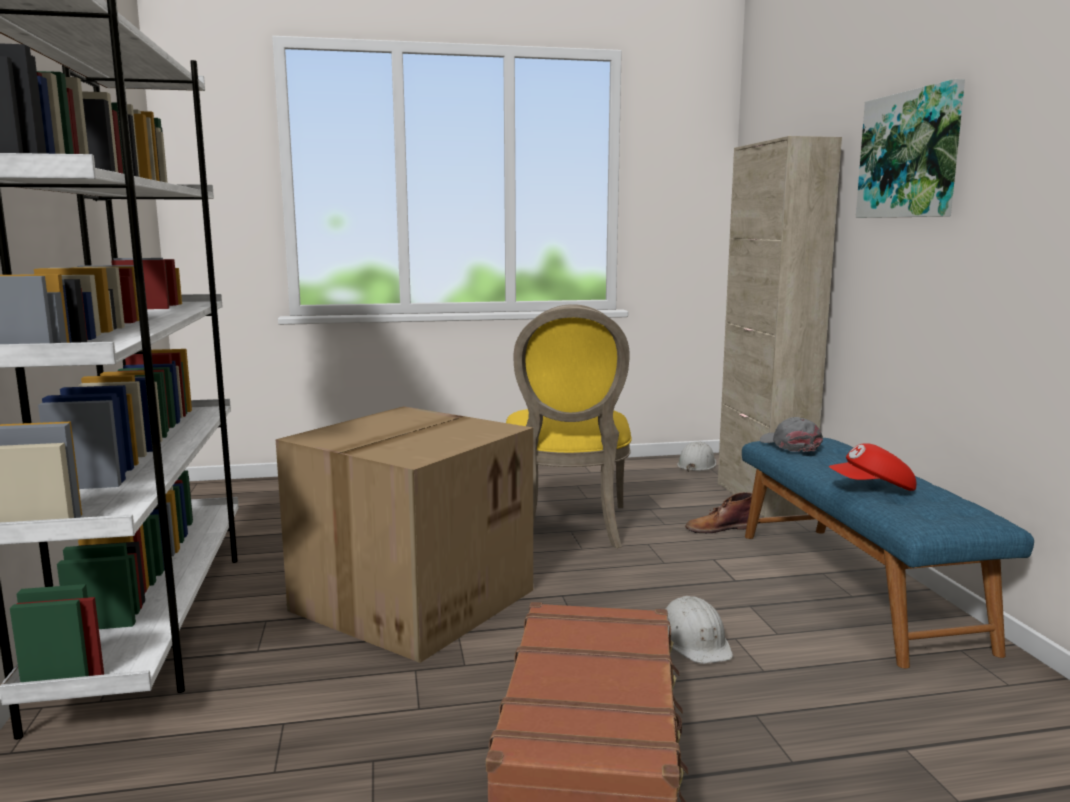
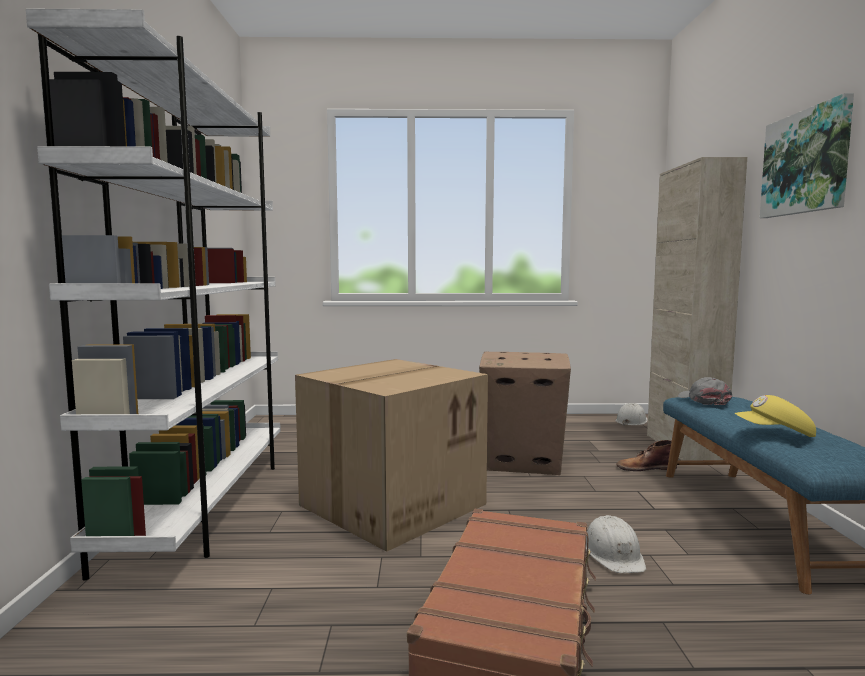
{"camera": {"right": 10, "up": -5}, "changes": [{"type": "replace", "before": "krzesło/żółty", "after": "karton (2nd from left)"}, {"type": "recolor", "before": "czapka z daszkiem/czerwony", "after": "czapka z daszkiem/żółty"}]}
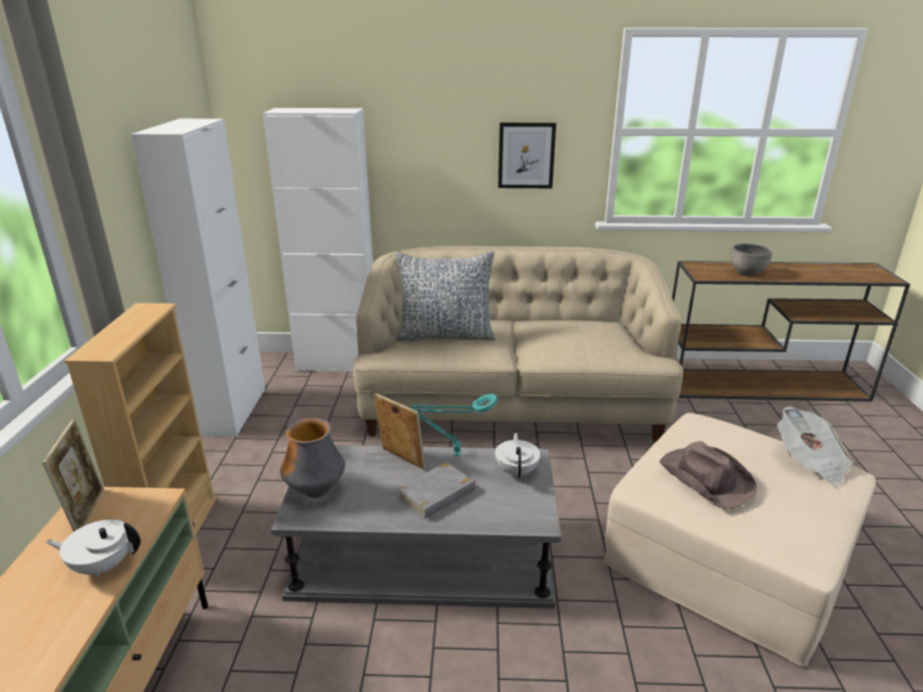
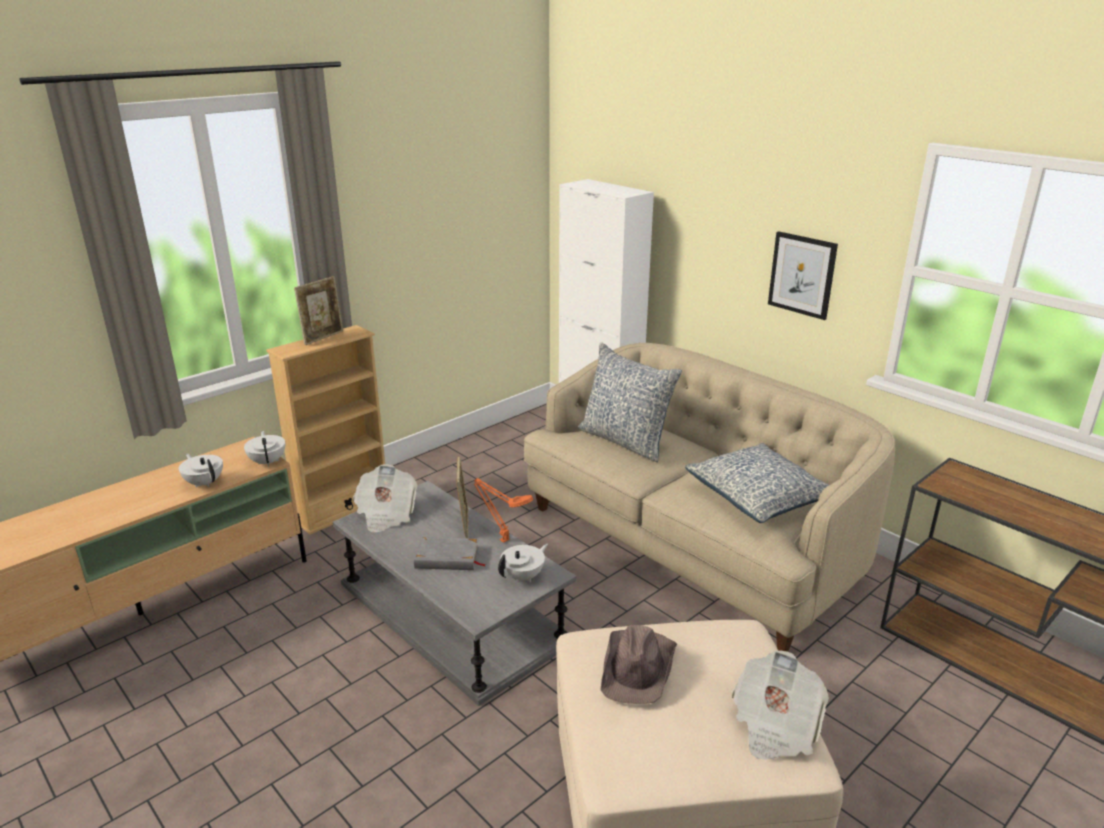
{"camera": {"right": 45, "up": 0}, "changes": [{"type": "delete", "before": "szafka/biały (1st from left)"}, {"type": "delete", "before": "miska/szary"}, {"type": "recolor", "before": "lampa stołowa/turkusowy", "after": "lampa stołowa/pomarańczowy"}, {"type": "replace", "before": "wazon", "after": "gazeta (1st from left)"}, {"type": "move", "before": "ramka na zdjęcie (1st from left)"}, {"type": "insert", "after": "imbryk/biały (2nd from left)"}, {"type": "insert", "after": "poduszka (2nd from left)"}]}
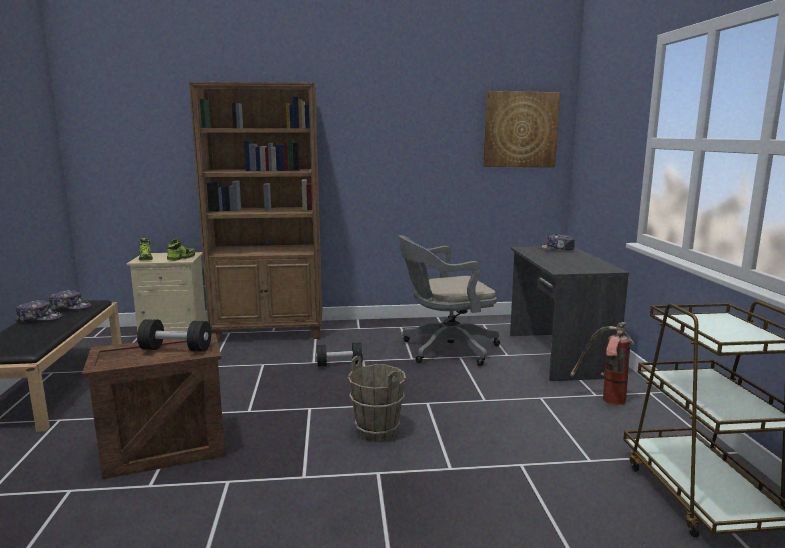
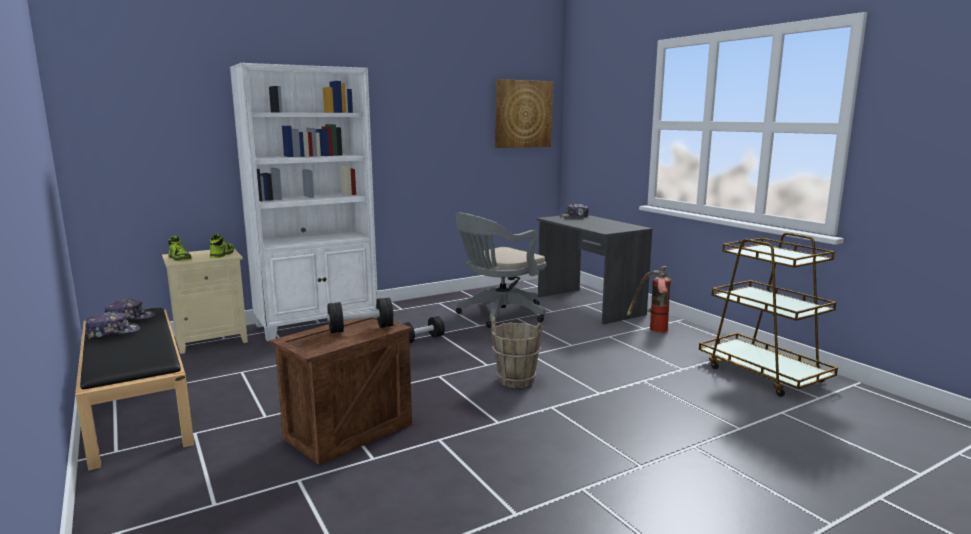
{"camera": {"right": -25, "up": 0}, "changes": [{"type": "recolor", "before": "regał/brązowy", "after": "regał/biały"}]}
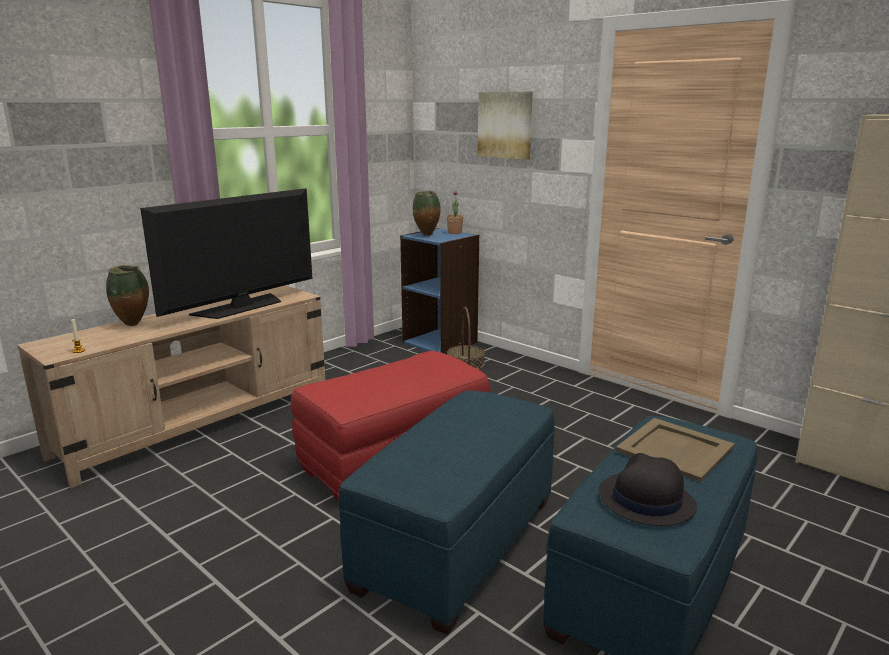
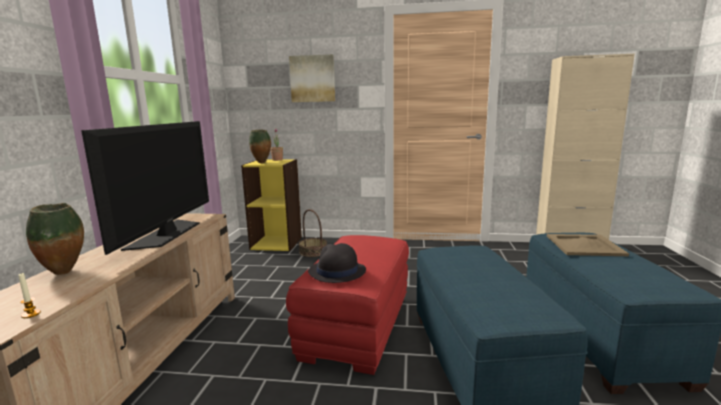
{"camera": {"right": -35, "up": -5}, "changes": [{"type": "recolor", "before": "regał/niebieski", "after": "regał/żółty"}, {"type": "move", "before": "kapelusz/czarny"}]}
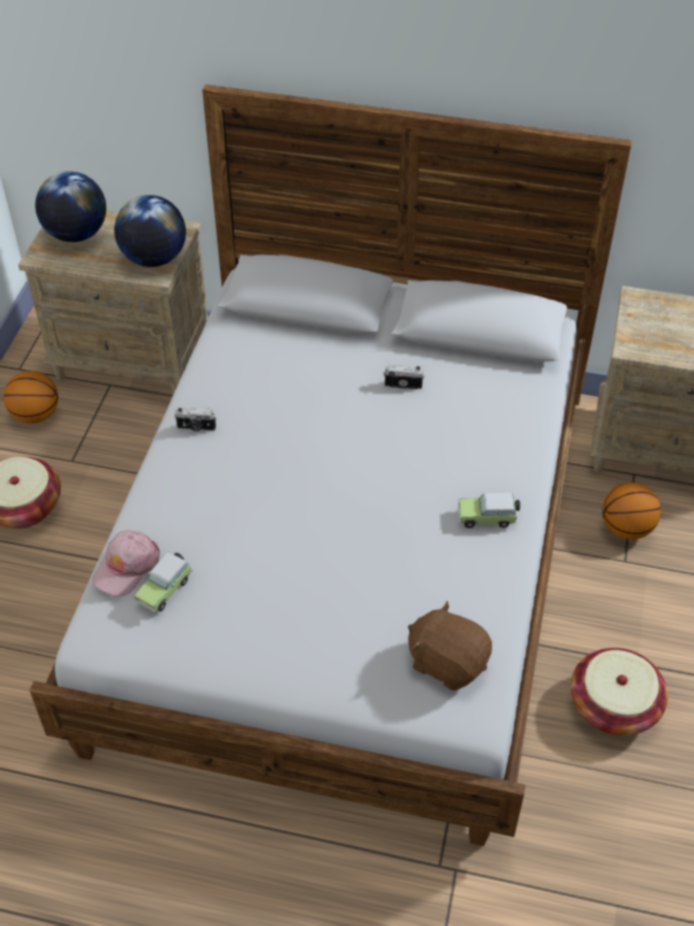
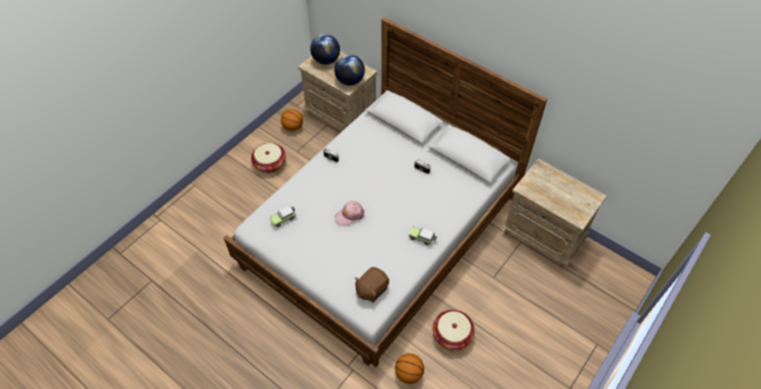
{"camera": {"right": 25, "up": 5}, "changes": [{"type": "move", "before": "piłka do koszykówki (2nd from left)"}, {"type": "move", "before": "czapka z daszkiem/różowy"}, {"type": "rotate", "before": "pluszak/brązowy", "turn": -105}]}
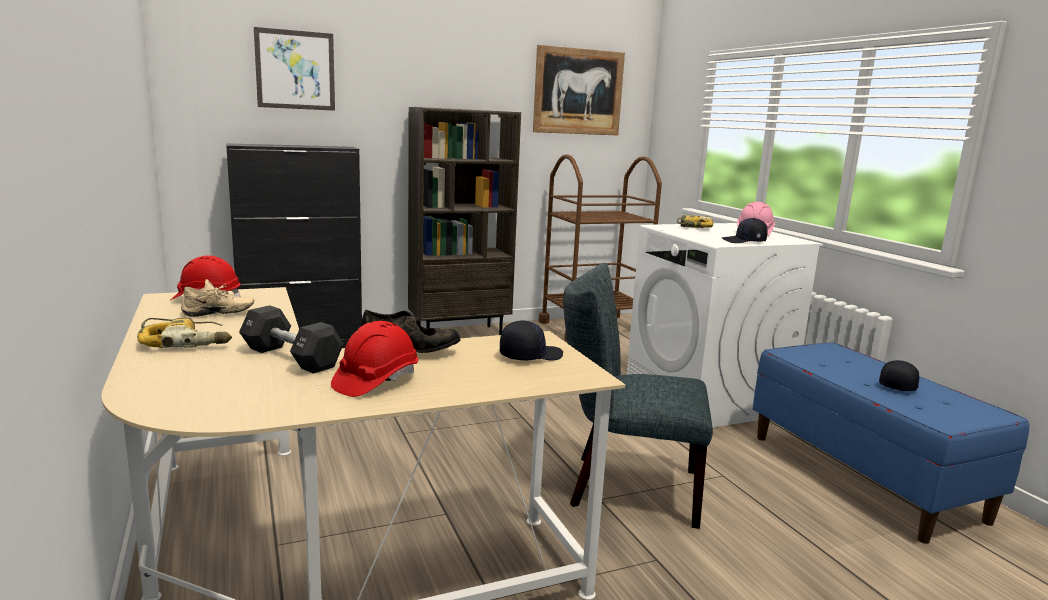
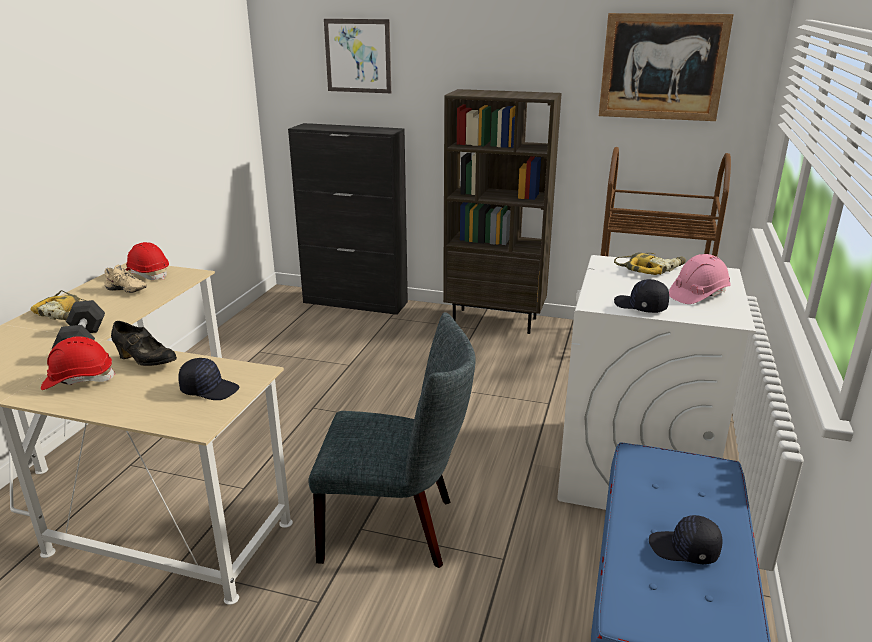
{"camera": {"right": 40, "up": 10}, "changes": [{"type": "rotate", "before": "krzesło/szary", "turn": 135}, {"type": "rotate", "before": "czapka z daszkiem/czarny (3rd from left)", "turn": -150}]}
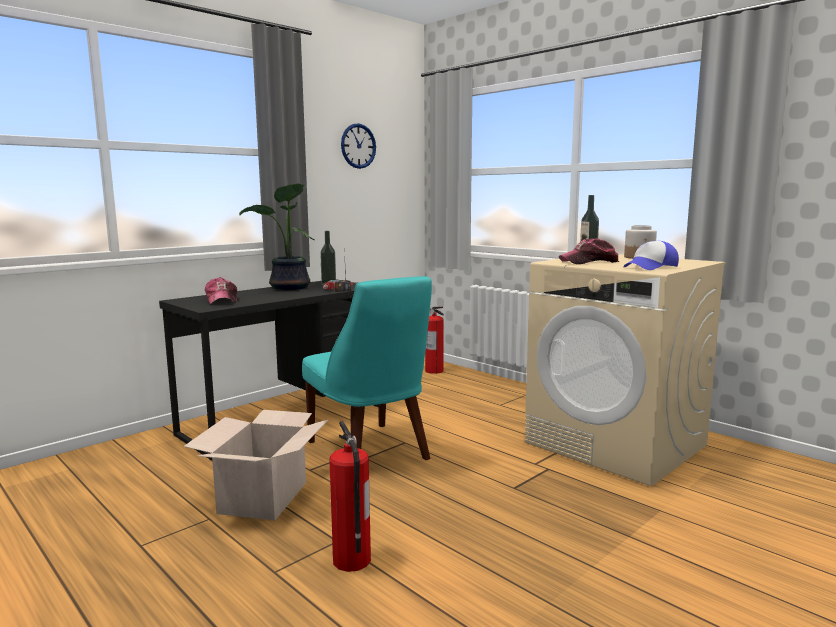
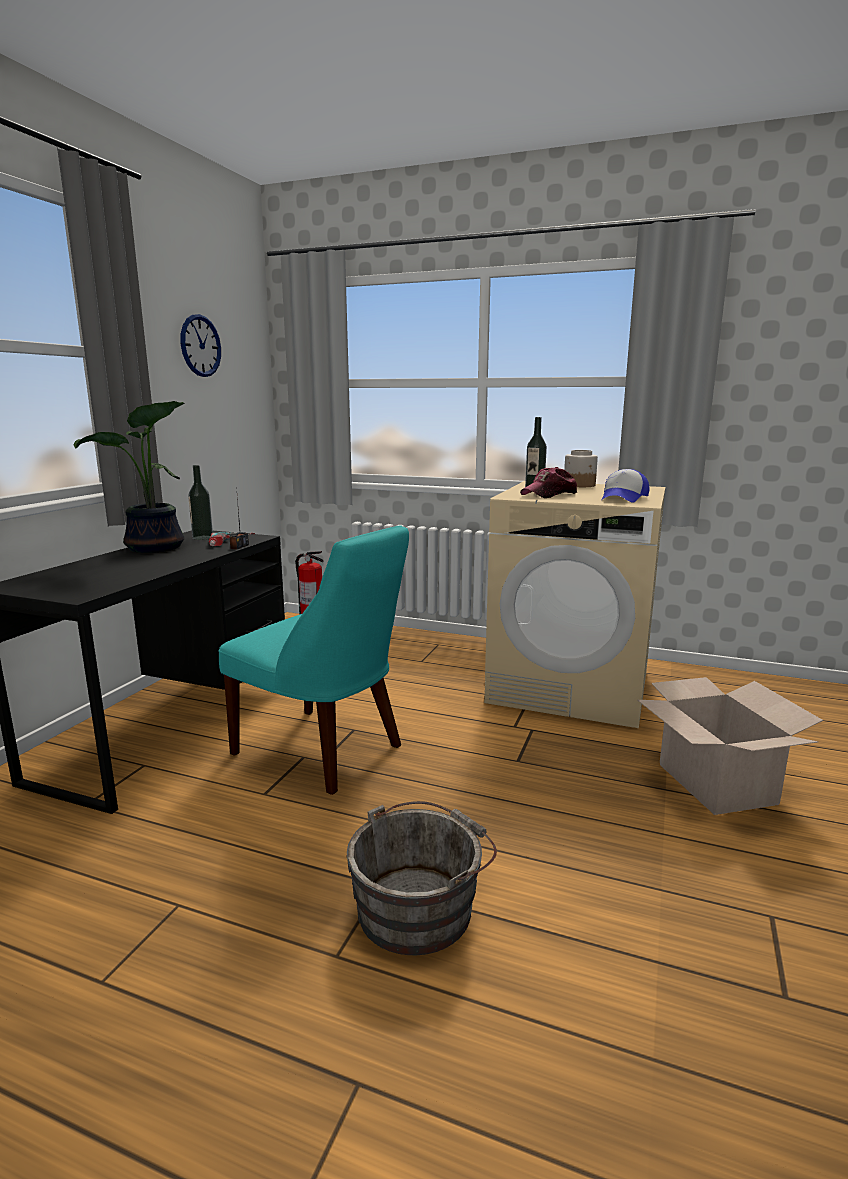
{"camera": {"right": -25, "up": 5}, "changes": [{"type": "delete", "before": "czapka z daszkiem (1st from left)"}, {"type": "move", "before": "karton"}, {"type": "replace", "before": "gaśnica (1st from left)", "after": "wiadro/szary"}]}
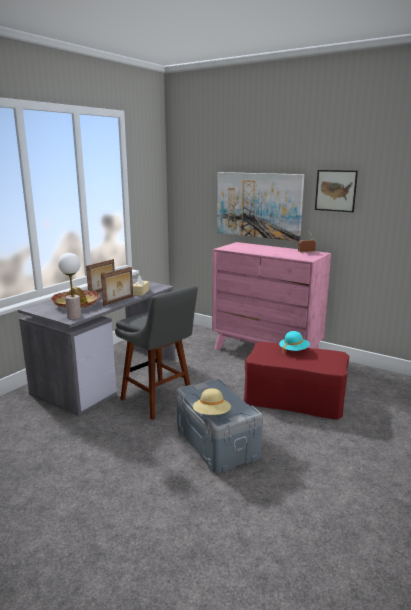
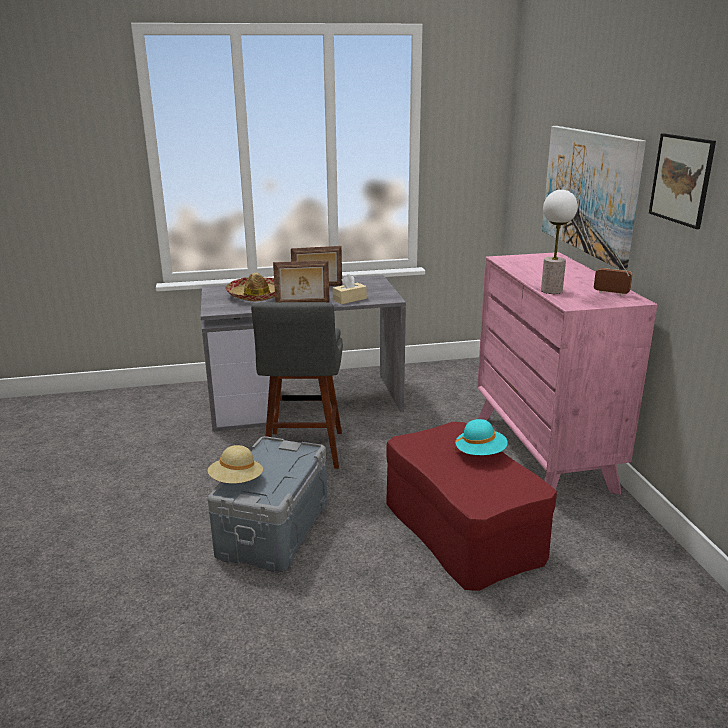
{"camera": {"right": 45, "up": 5}, "changes": [{"type": "move", "before": "lampa stołowa"}]}
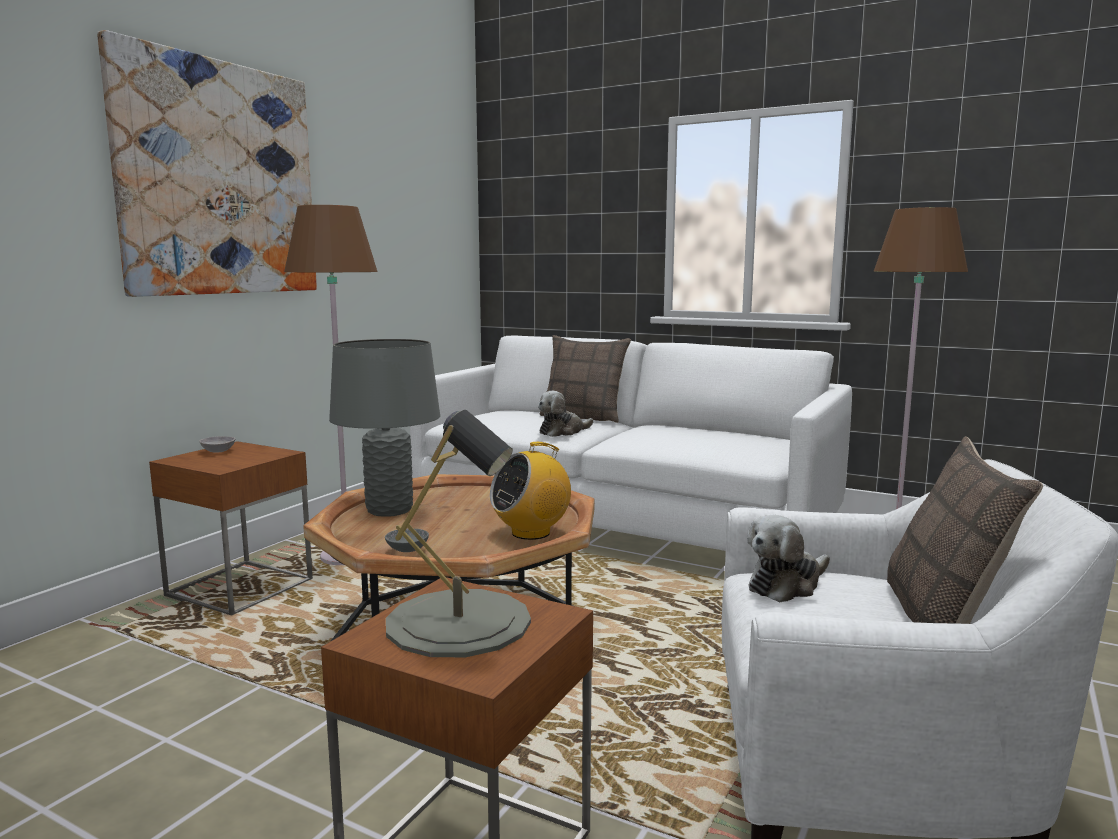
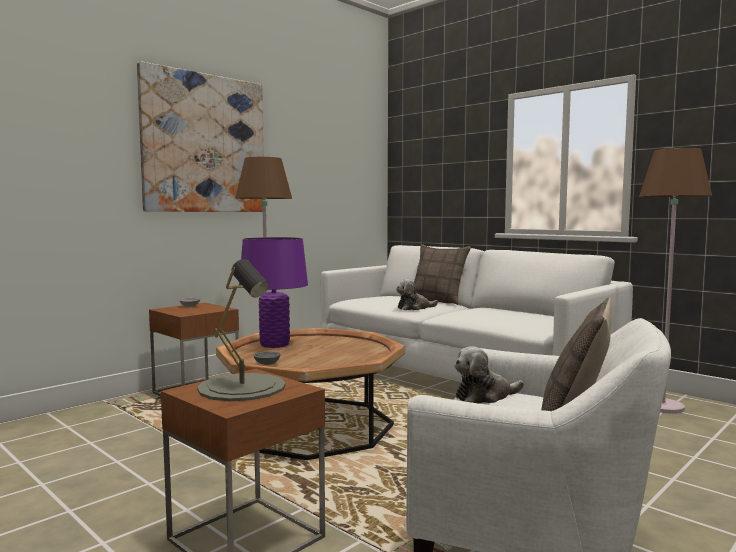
{"camera": {"right": 15, "up": -5}, "changes": [{"type": "recolor", "before": "lampa stołowa/szary (1st from left)", "after": "lampa stołowa/fioletowy"}, {"type": "delete", "before": "radio"}]}
